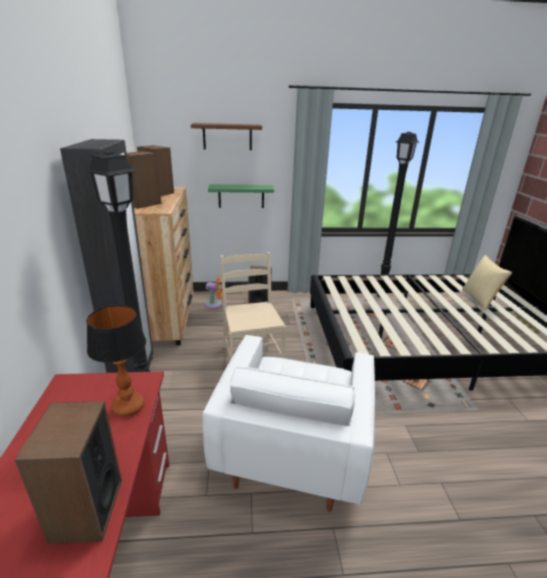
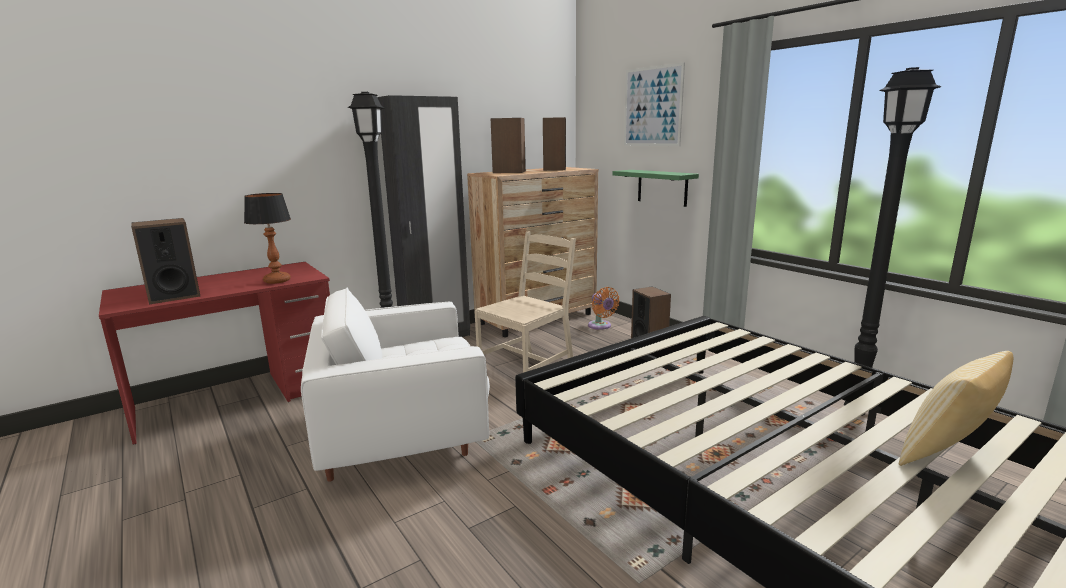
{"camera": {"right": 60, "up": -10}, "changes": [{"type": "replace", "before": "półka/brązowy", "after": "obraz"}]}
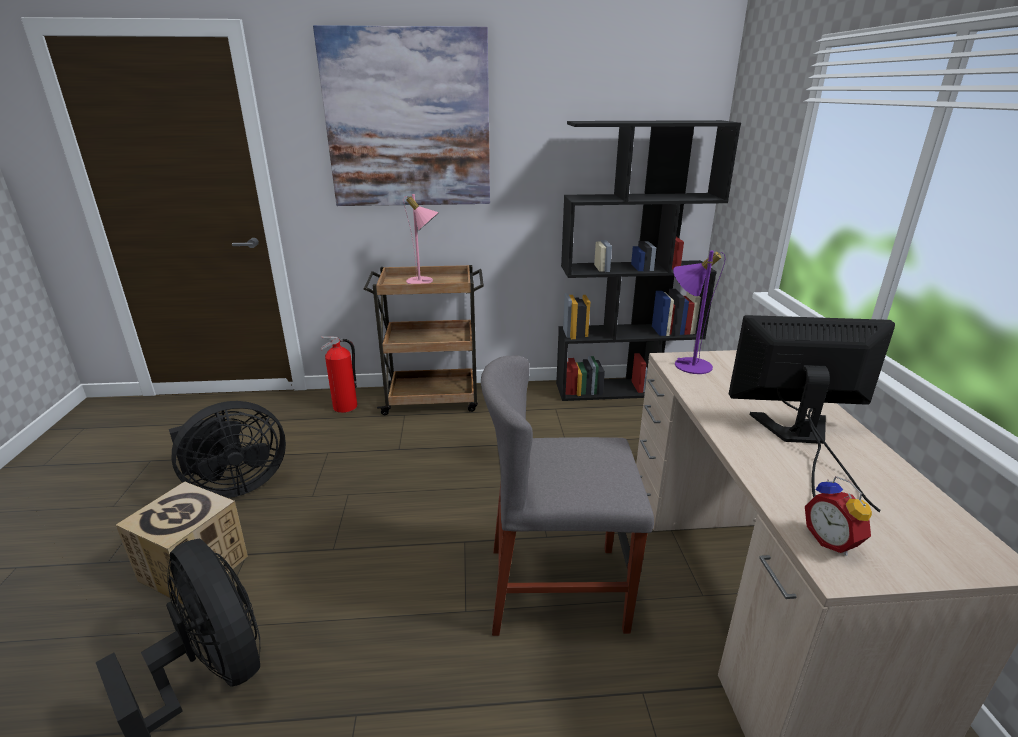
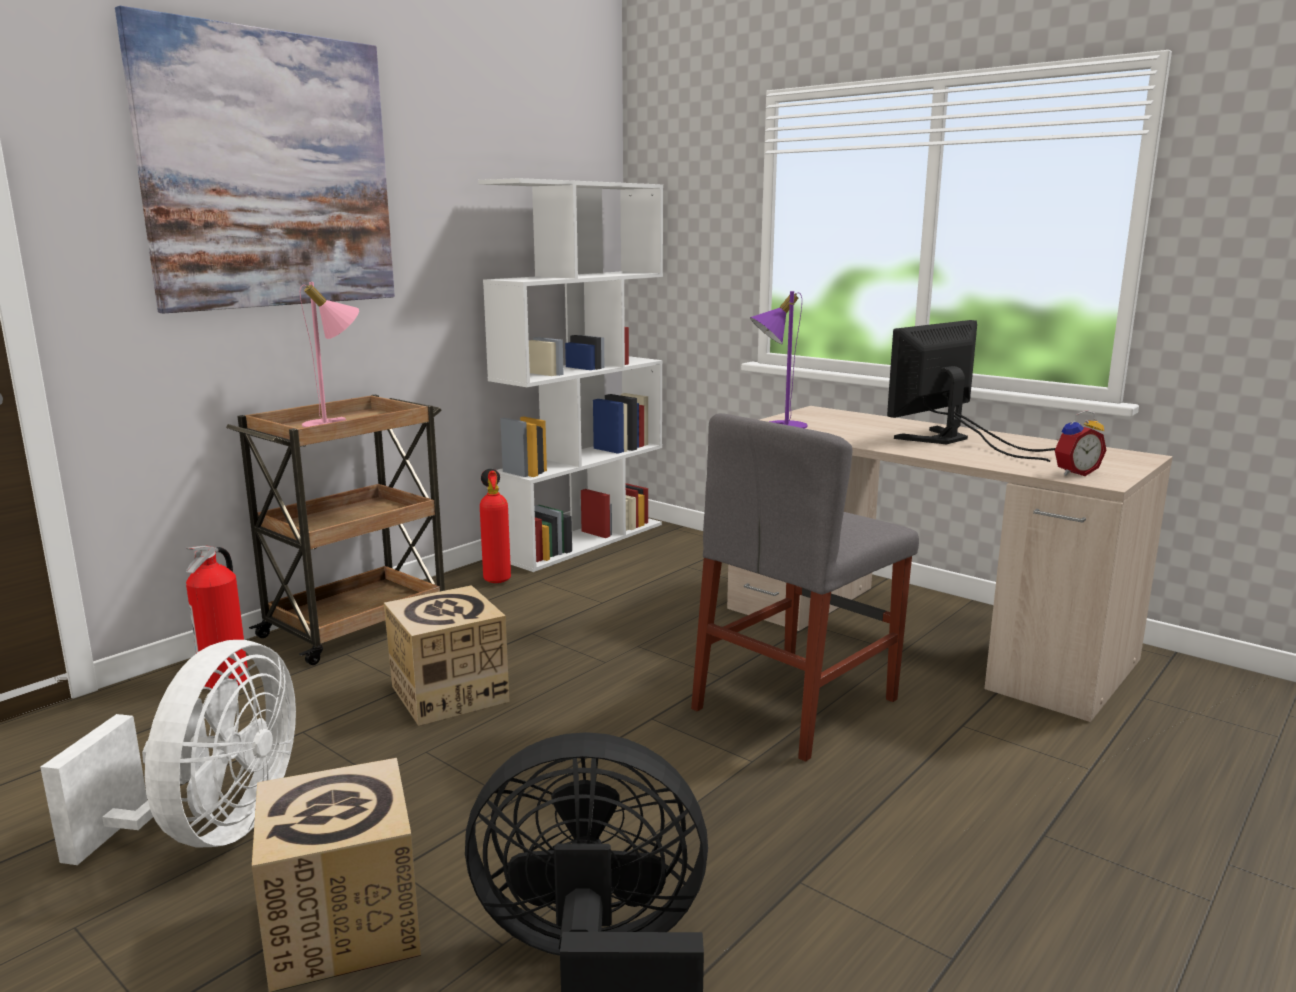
{"camera": {"right": -45, "up": -10}, "changes": [{"type": "recolor", "before": "regał/czarny", "after": "regał/biały"}, {"type": "recolor", "before": "wentylator/czarny (2nd from left)", "after": "wentylator/biały"}, {"type": "rotate", "before": "budzik", "turn": -45}, {"type": "insert", "after": "gaśnica (2nd from left)"}, {"type": "insert", "after": "karton (2nd from left)"}]}
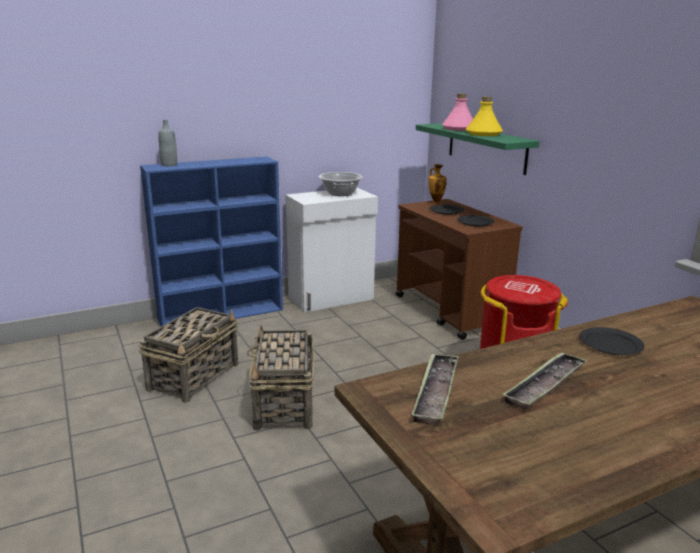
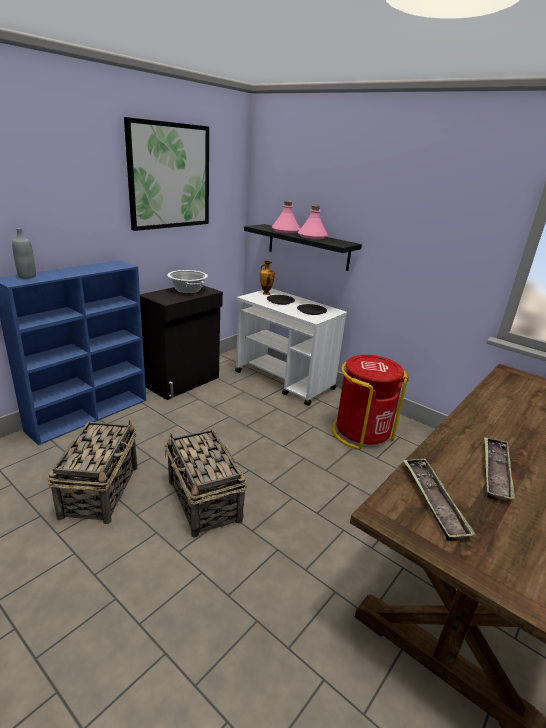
{"camera": {"right": -25, "up": 5}, "changes": [{"type": "recolor", "before": "butelka/żółty", "after": "butelka/różowy (2nd from left)"}, {"type": "recolor", "before": "półka/zielony", "after": "półka/czarny"}, {"type": "recolor", "before": "szafka/biały", "after": "szafka/czarny"}, {"type": "recolor", "before": "wózek/brązowy", "after": "wózek/biały"}, {"type": "delete", "before": "talerz/czarny (3rd from left)"}, {"type": "insert", "after": "obraz"}]}
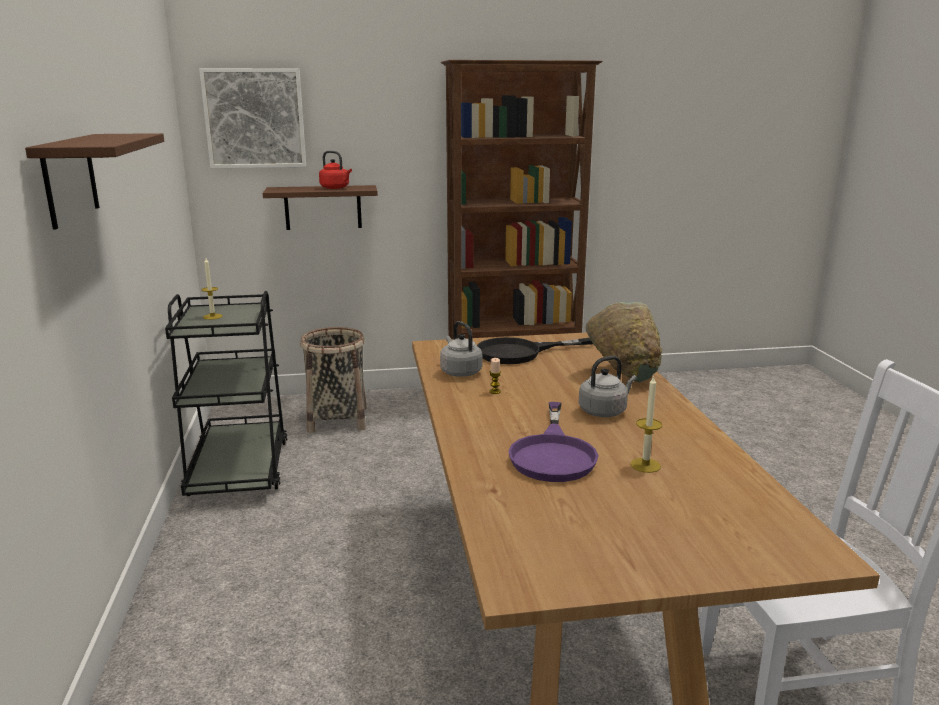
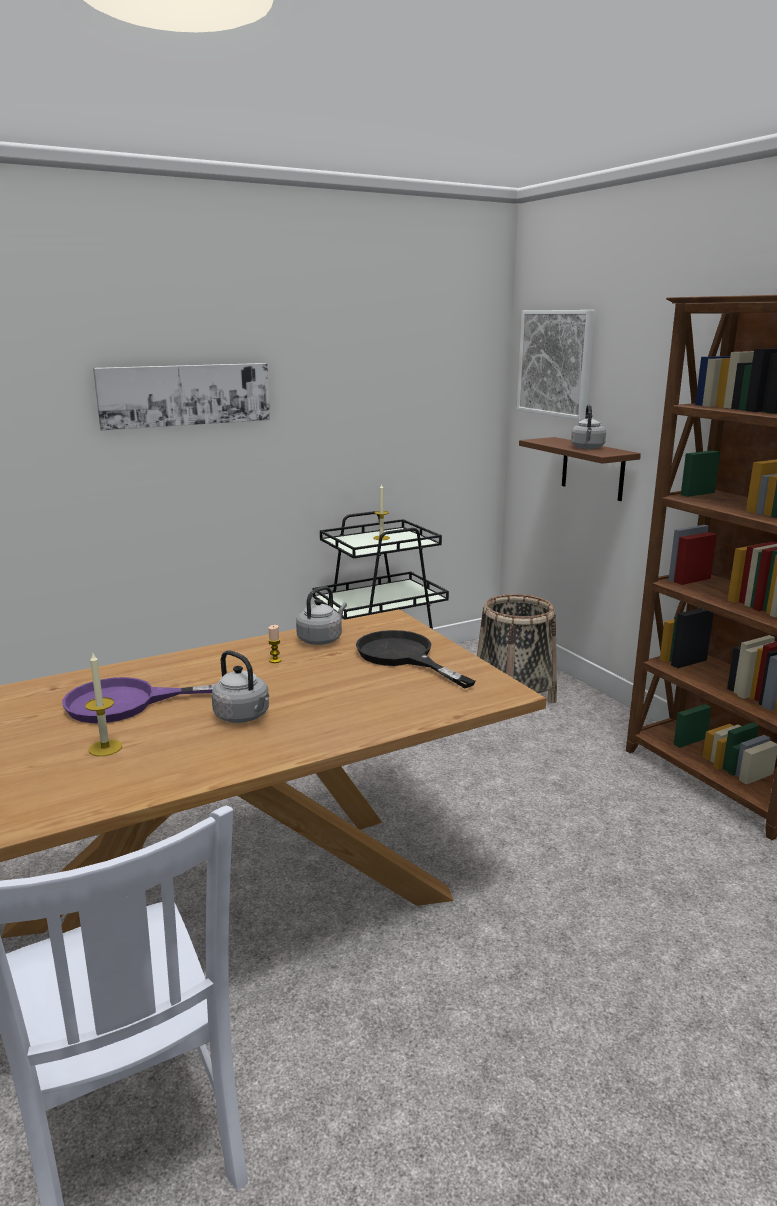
{"camera": {"right": 70, "up": 0}, "changes": [{"type": "replace", "before": "półka/brązowy (1st from left)", "after": "obraz (1st from left)"}, {"type": "recolor", "before": "czajnik/czerwony", "after": "czajnik/szary (3rd from left)"}, {"type": "delete", "before": "miska/zielony"}]}
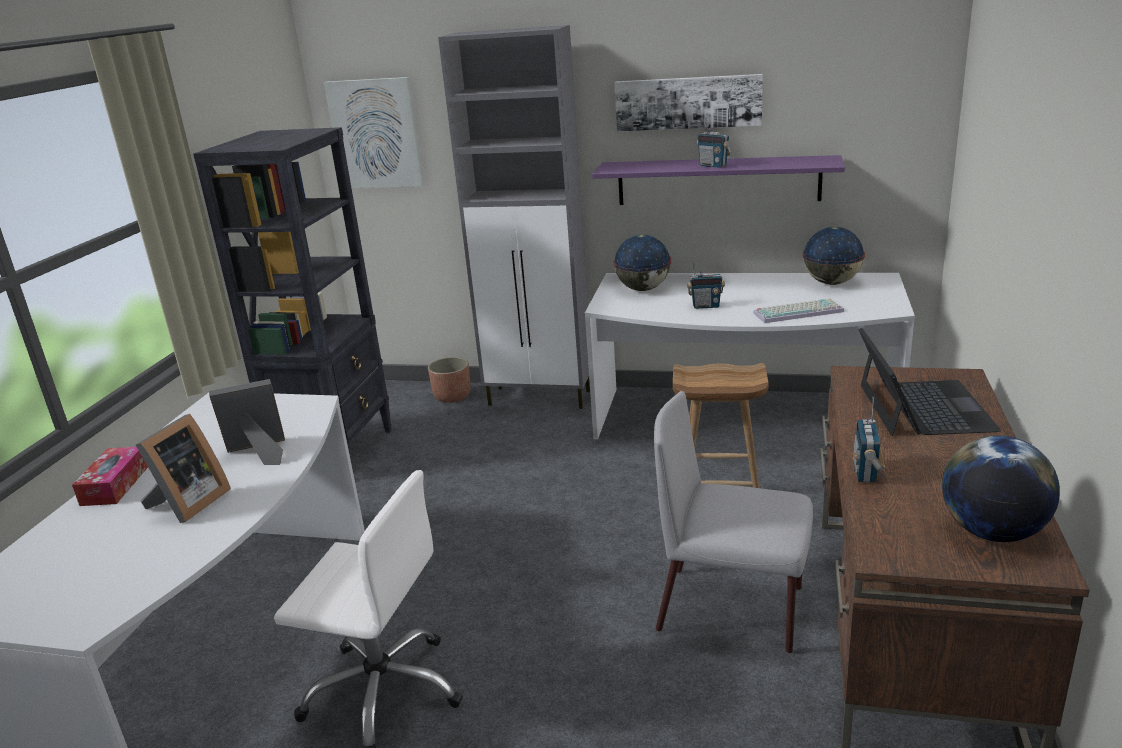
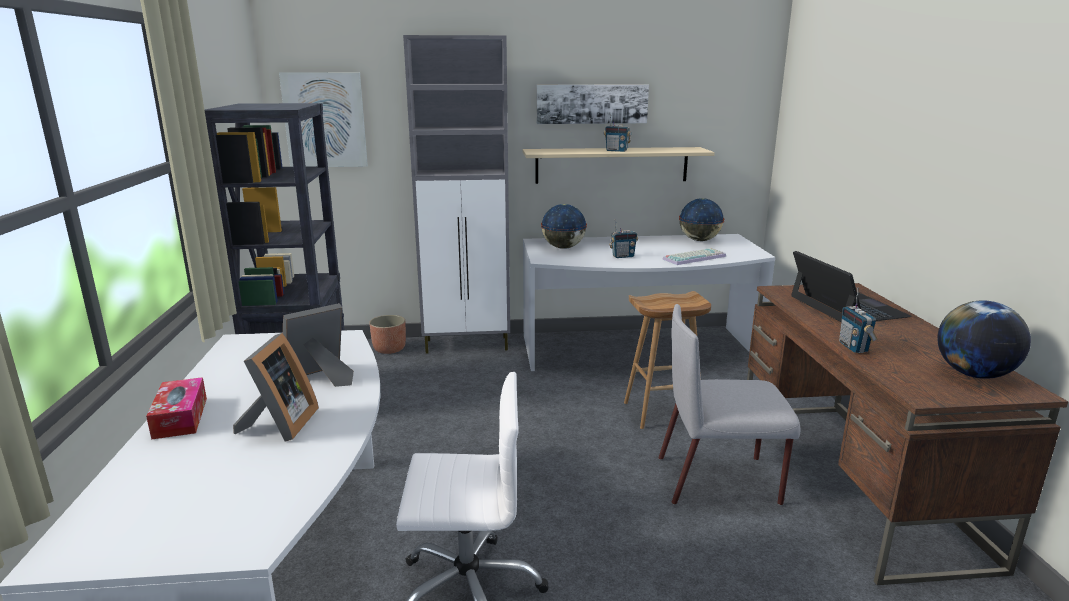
{"camera": {"right": -20, "up": -5}, "changes": [{"type": "recolor", "before": "półka/fioletowy", "after": "półka/beżowy"}]}
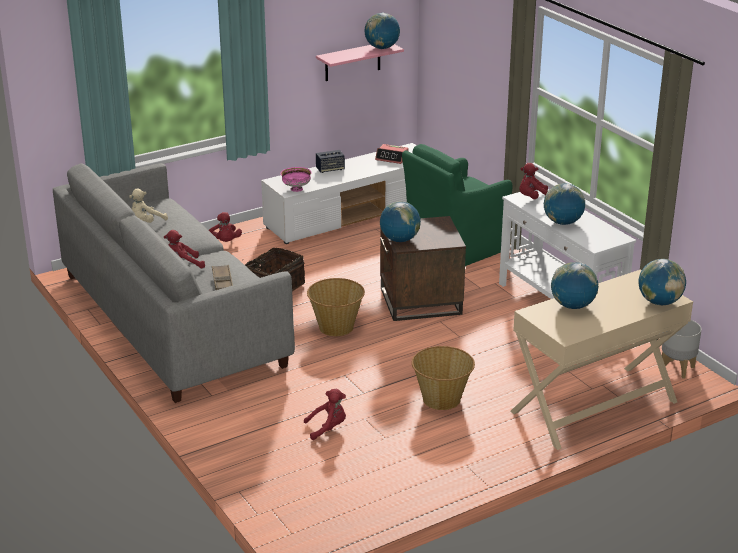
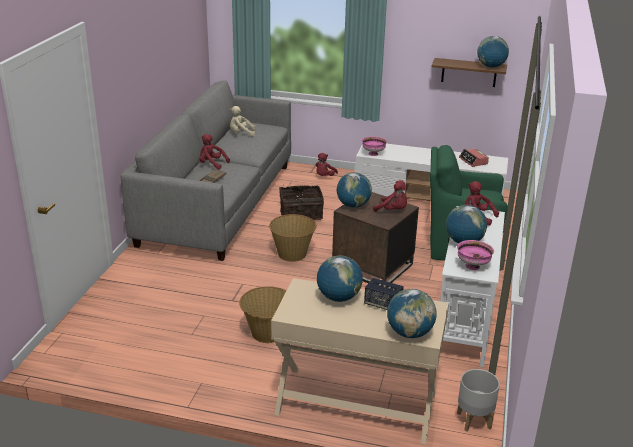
{"camera": {"right": 45, "up": 0}, "changes": [{"type": "recolor", "before": "półka/różowy", "after": "półka/brązowy"}, {"type": "move", "before": "głośnik"}, {"type": "move", "before": "pluszak/czerwony (3rd from left)"}, {"type": "insert", "after": "miska/różowy (2nd from left)"}]}
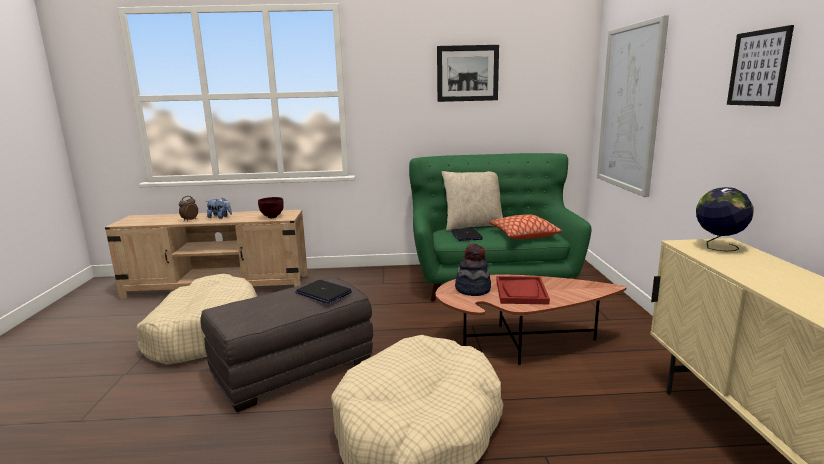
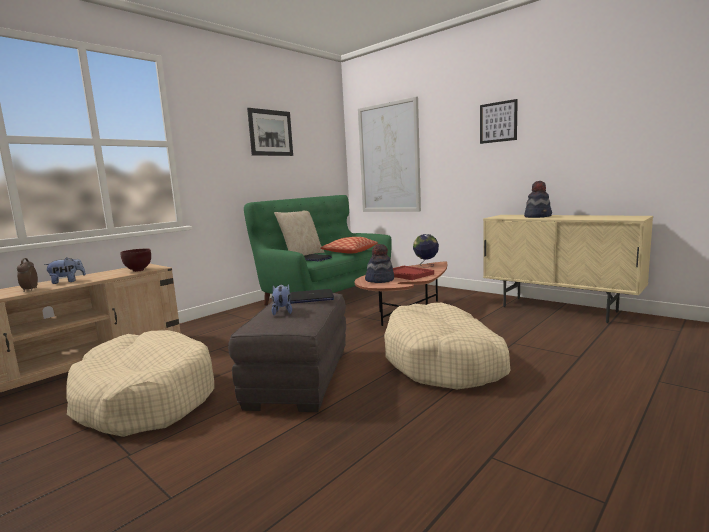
{"camera": {"right": -45, "up": -5}, "changes": [{"type": "move", "before": "globus"}, {"type": "insert", "after": "kapelusz (2nd from left)"}, {"type": "insert", "after": "pluszak (2nd from left)"}]}
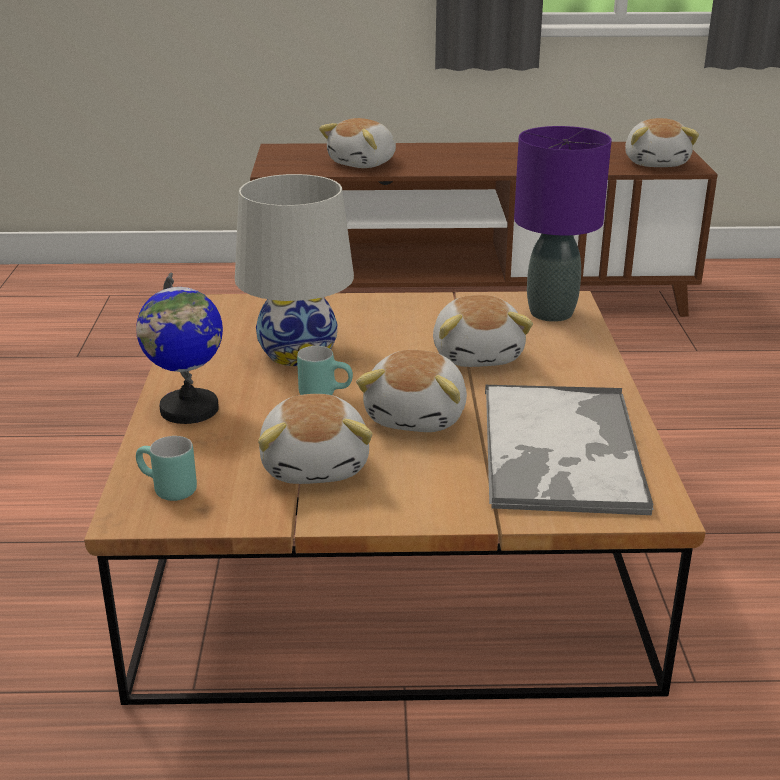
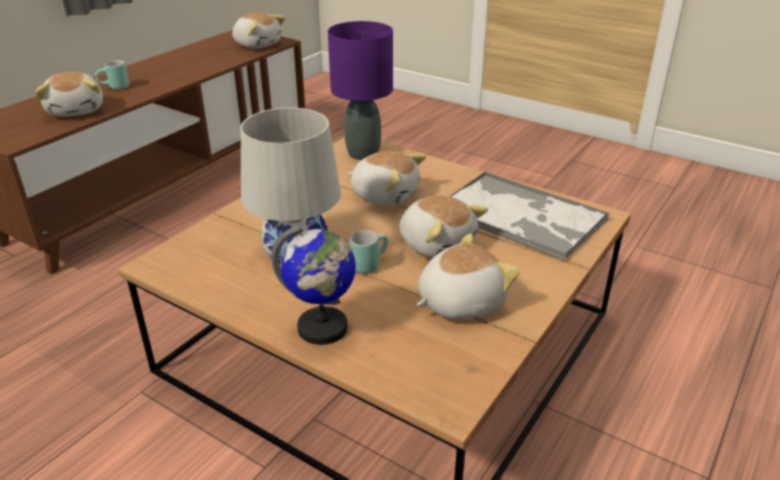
{"camera": {"right": -55, "up": 5}, "changes": [{"type": "rotate", "before": "pluszak (1st from left in the first image)", "turn": -60}, {"type": "move", "before": "kubek/turkusowy (1st from left)"}]}
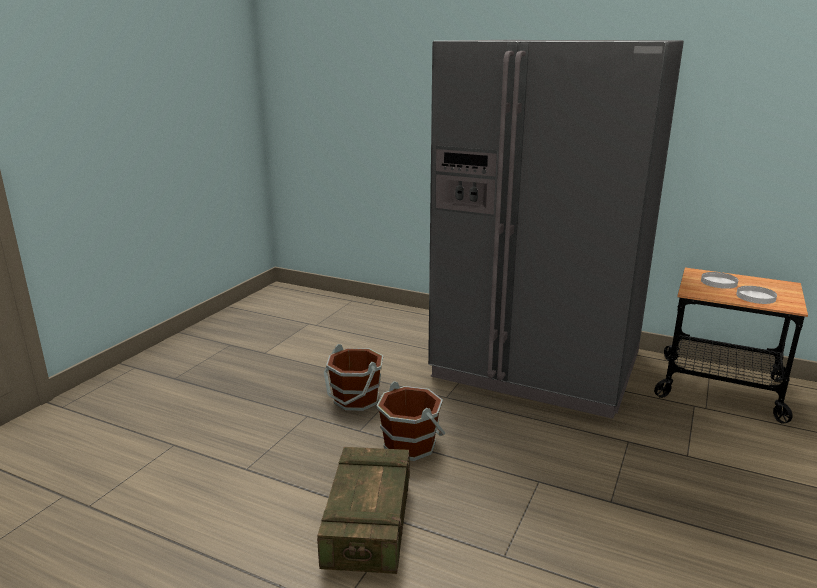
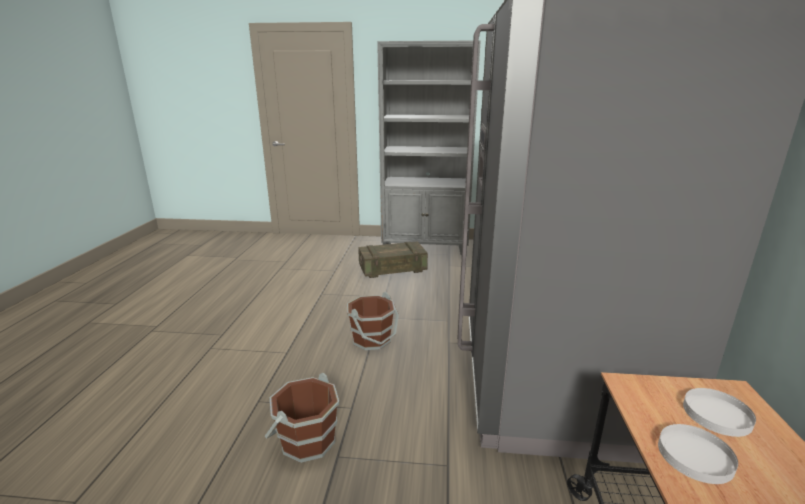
{"camera": {"right": 70, "up": 0}, "changes": [{"type": "move", "before": "wiadro/brązowy (1st from left)"}, {"type": "move", "before": "skrzynka"}, {"type": "insert", "after": "regał/szary"}]}
